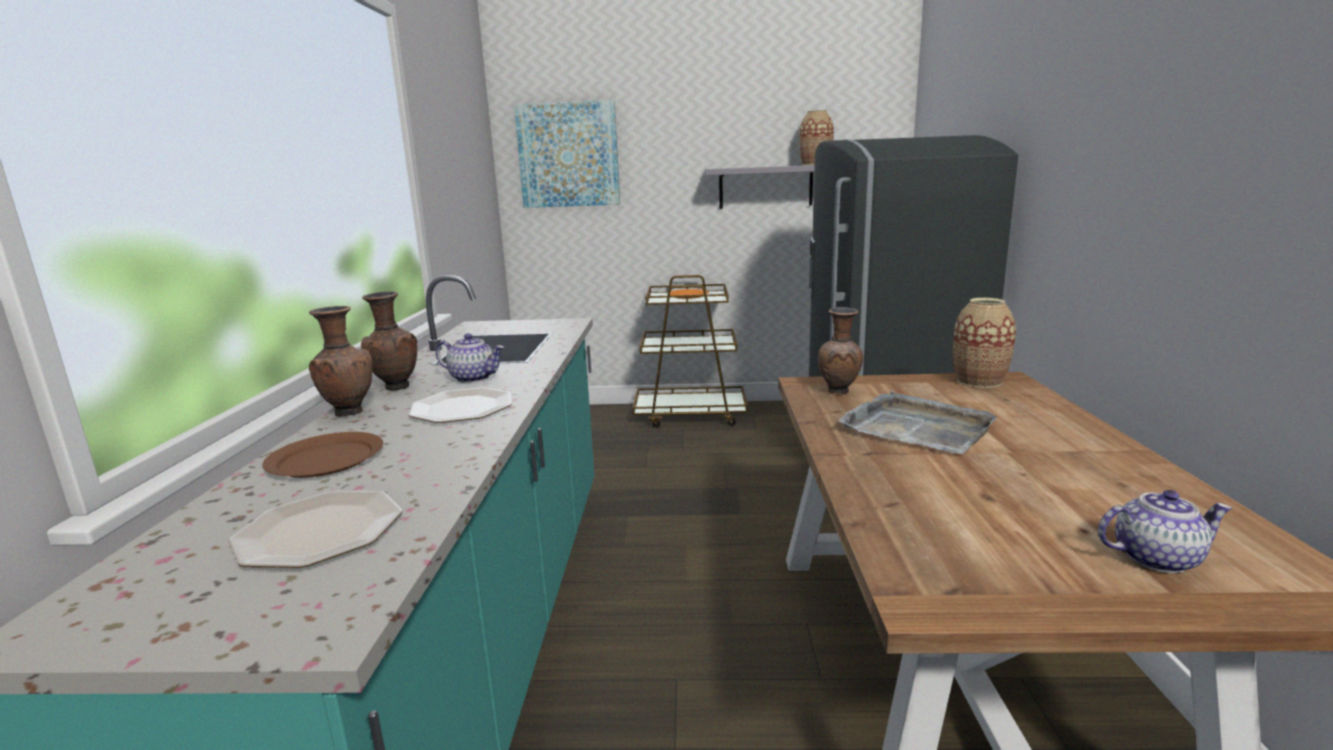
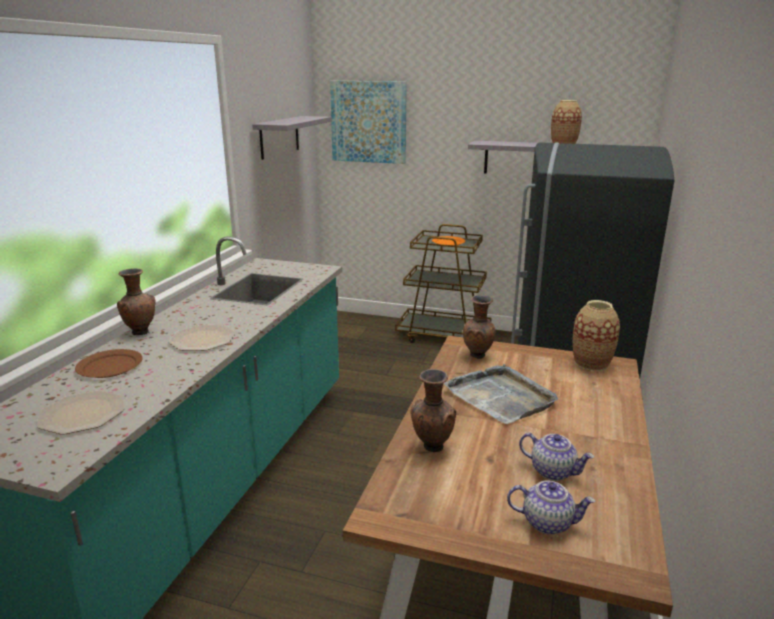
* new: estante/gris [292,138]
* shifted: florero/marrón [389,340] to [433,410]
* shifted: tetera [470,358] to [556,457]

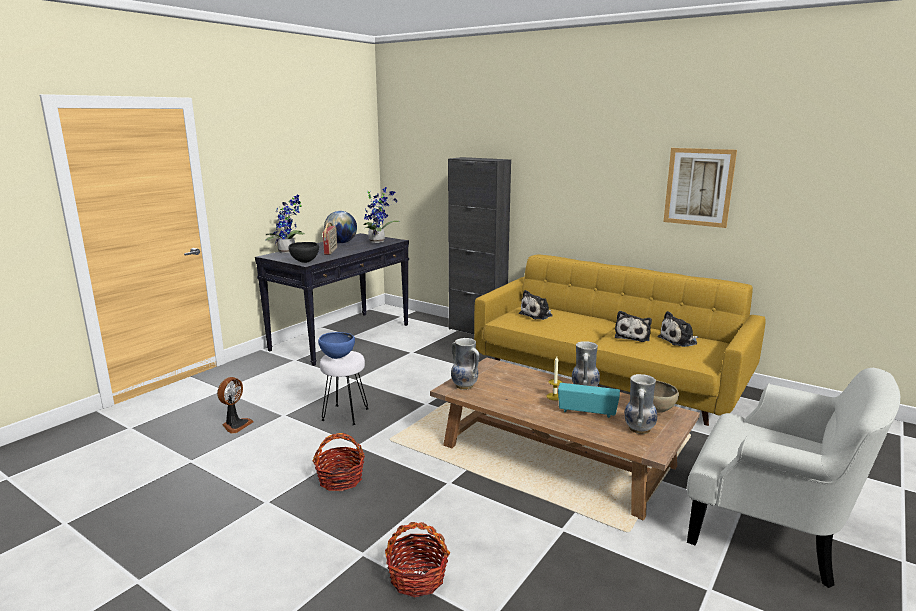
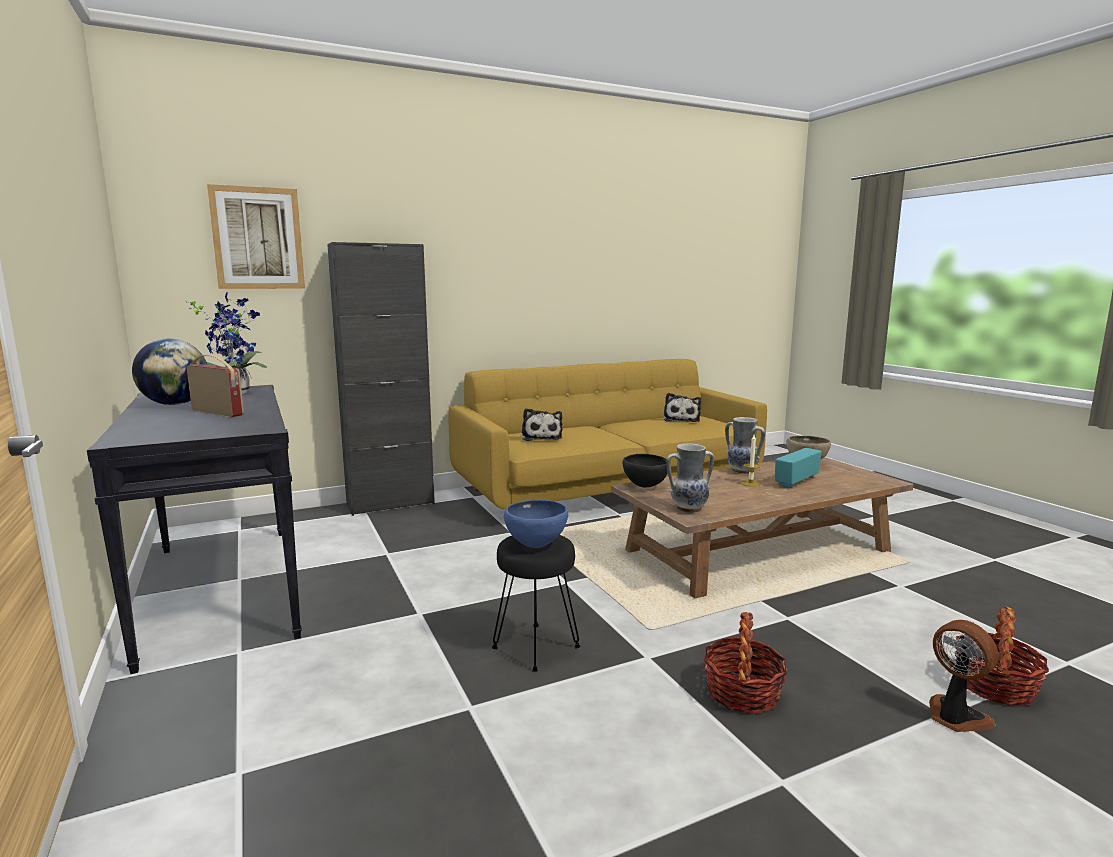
* shifted: cuadro [700,188] to [256,236]
* repainted: taburete/blanco [344,388] to taburete/negro [536,603]
* shifted: cuenco/negro [303,252] to [645,471]
* shifted: ventilador [235,405] to [964,676]
* gone: planta en maceta [285,224]
* gone: peluche [633,326]
* gone: florero [641,404]
* gone: sillón/blanco [793,478]

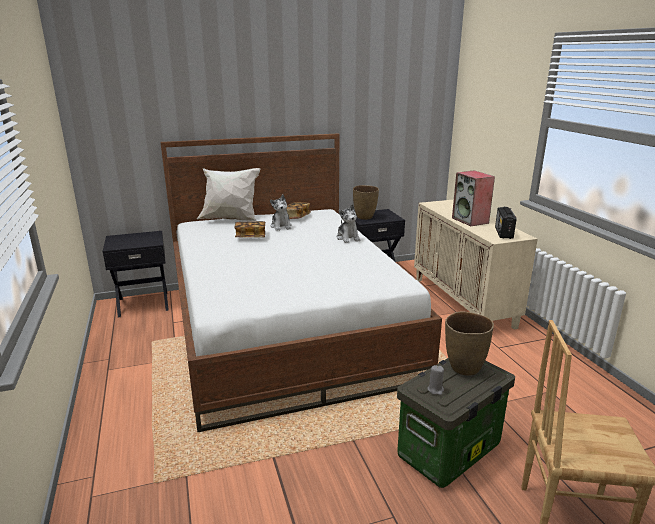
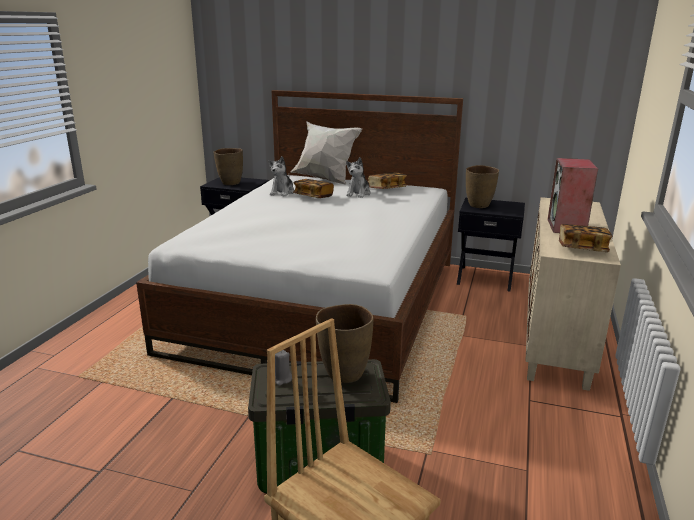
* new: florero/marrón [228,166]
* shifted: peluche [348,223] to [281,176]
* swapped: radio [505,223] to libro [586,238]

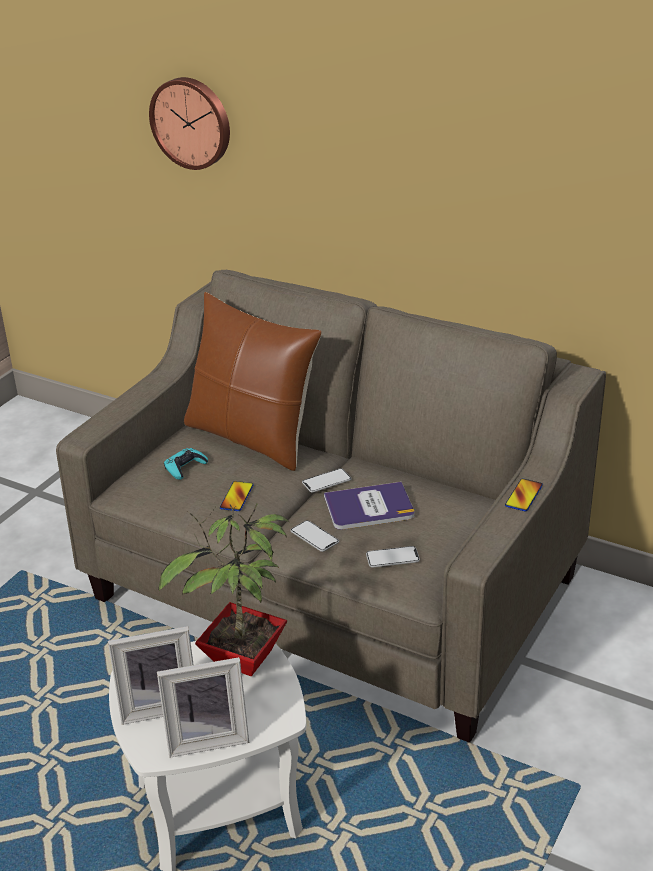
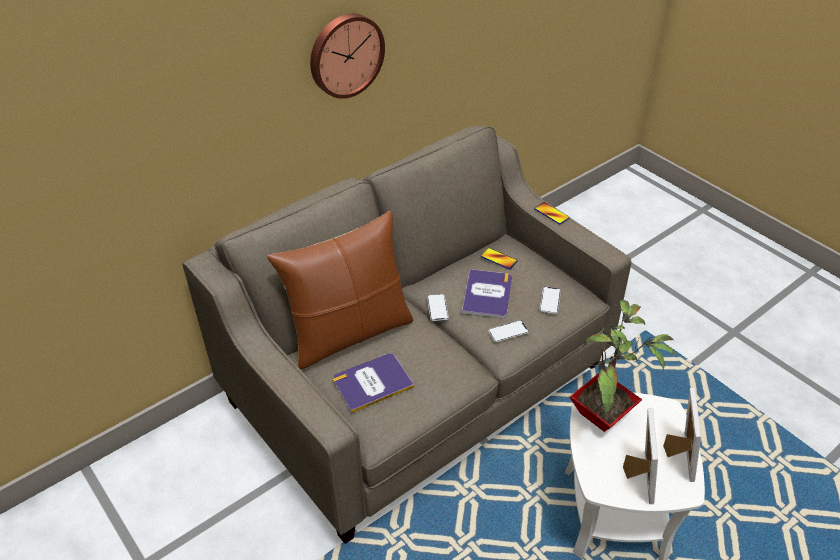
* shifted: reloj de pared [189,123] to [347,56]
* swapped: mando de consola/turquesa [186,464] to libro [373,383]
* shifted: móvil [237,496] to [499,258]

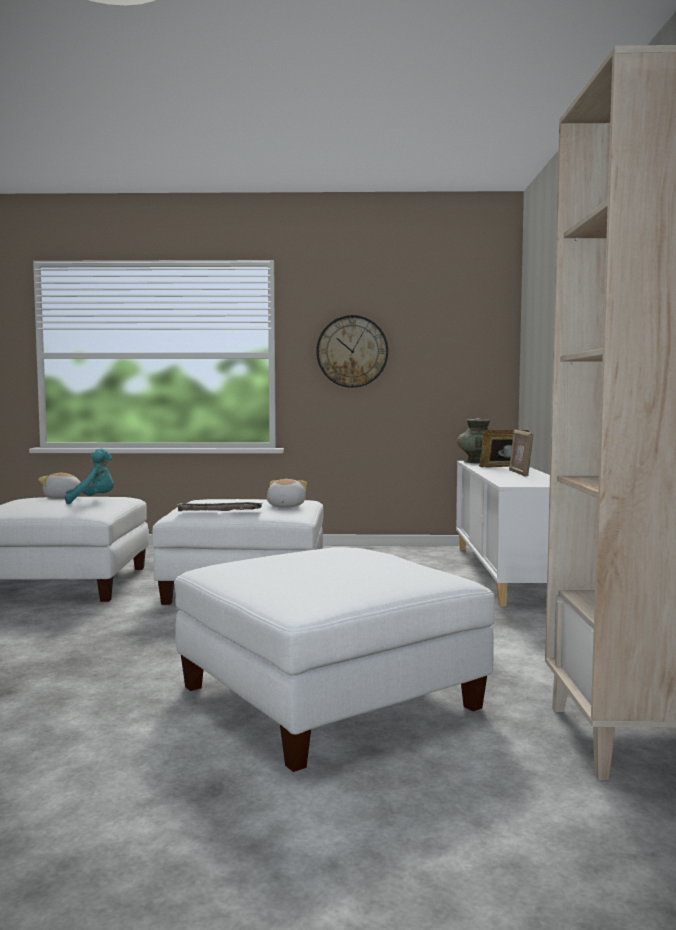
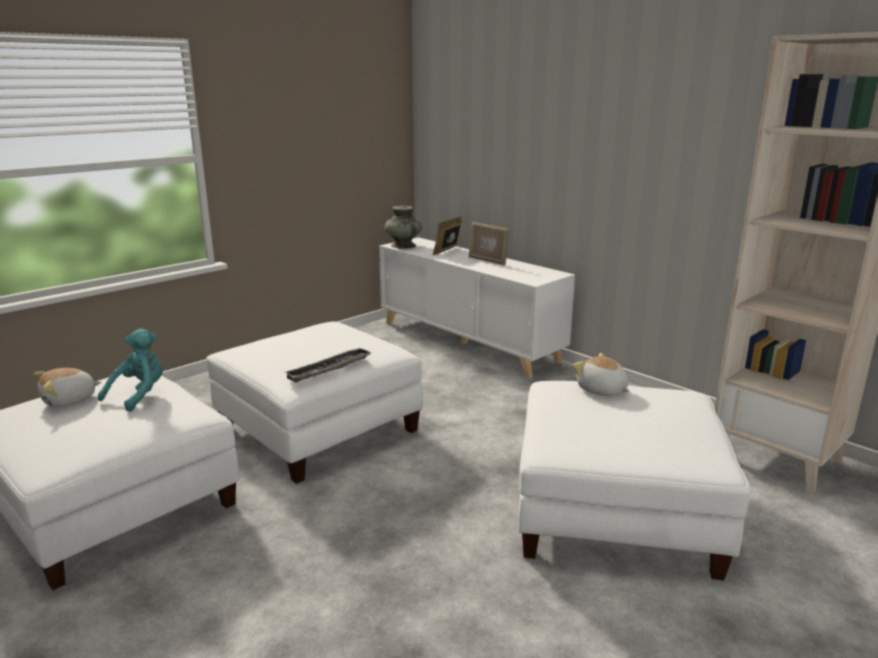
* shifted: peluche [287,493] to [601,374]
* gone: reloj de pared [352,351]

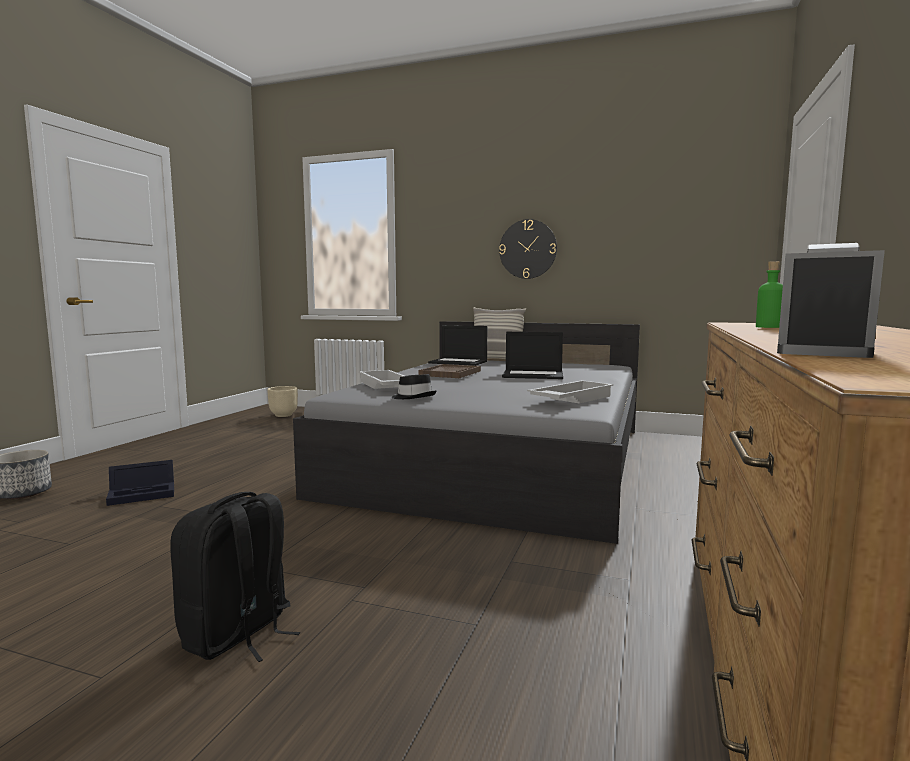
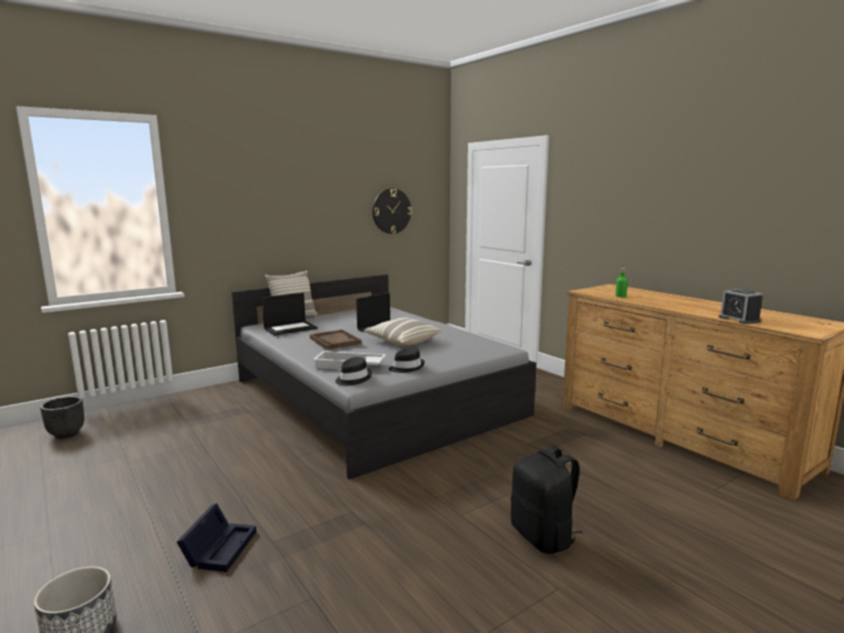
* repainted: maceta/beis [282,401] to maceta/negro [62,417]
* new: sombrero/negro [353,371]
* new: cojín [403,331]
* shifted: reloj de pared [528,249] to [392,211]
* gone: bandeja/blanco [570,392]

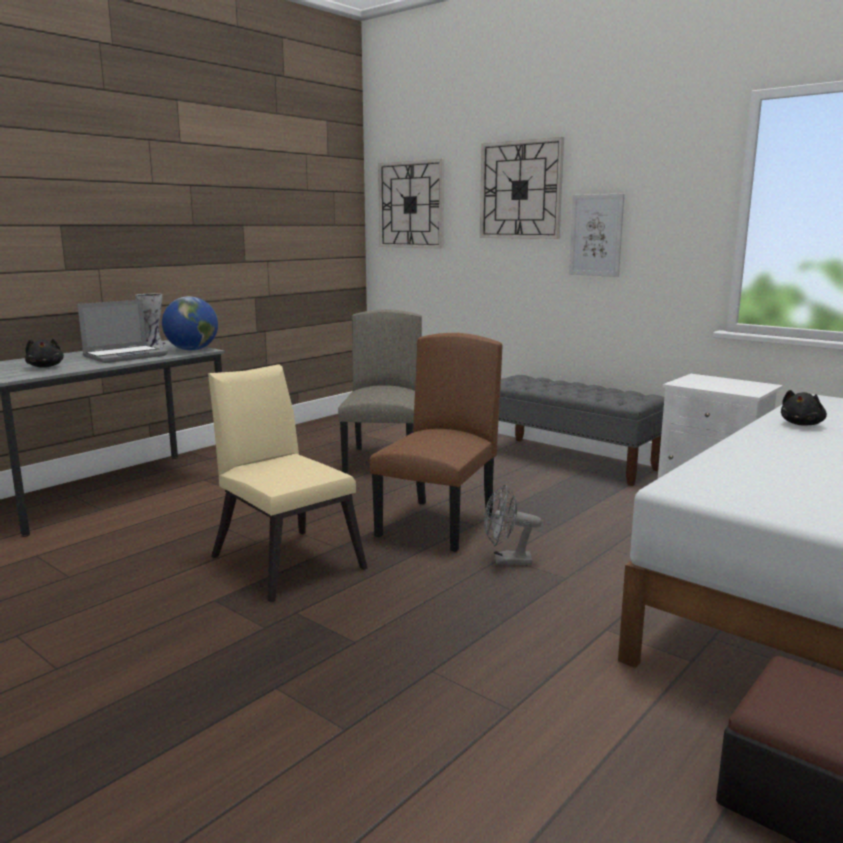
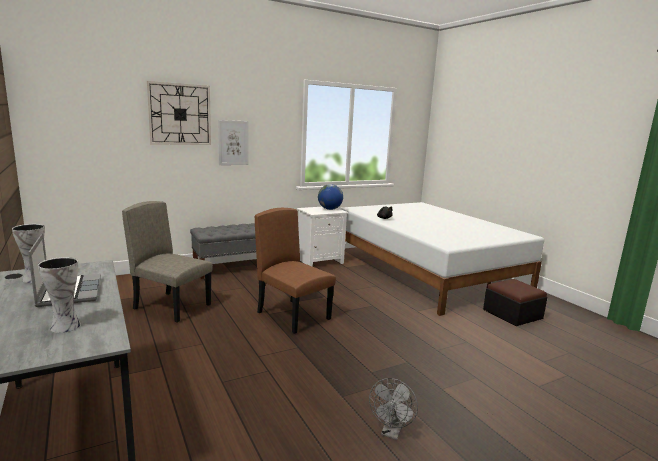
* swapped: peluche/negro [44,353] to florero [59,295]
* shifted: globo terráqueo [190,323] to [330,197]
* shifted: ventilador/gris [513,524] to [393,409]
* gone: silla/beis [287,483]
* gone: reloj de pared [411,204]

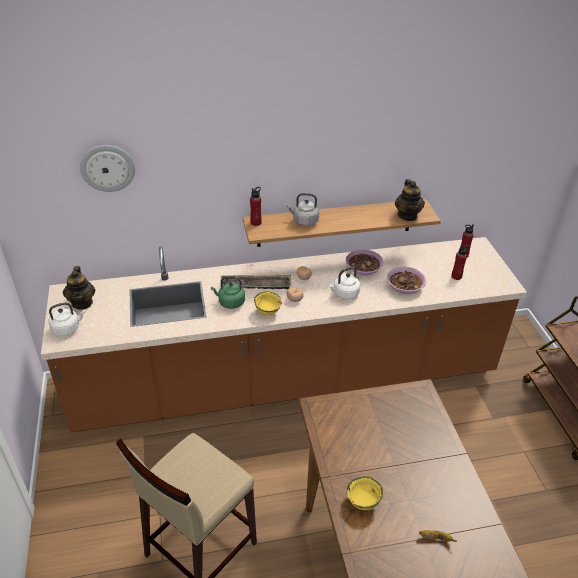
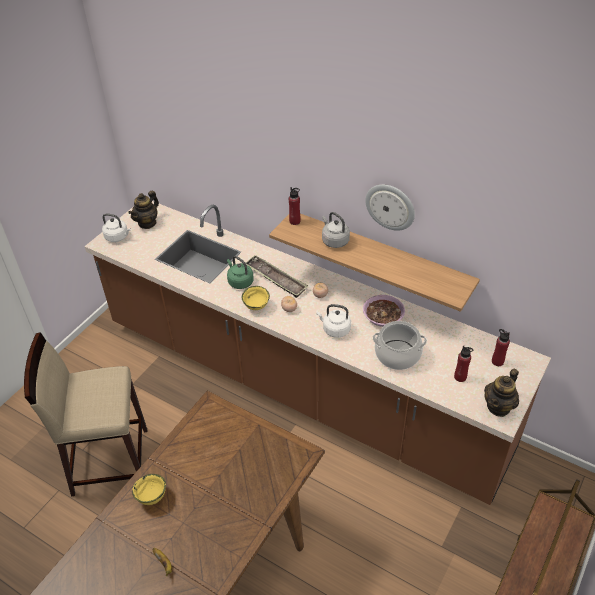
* shifted: reloj de pared [107,168] to [390,207]
* swapped: cuenco [406,280] to olla [400,345]
* shifted: tetera [410,200] to [501,393]

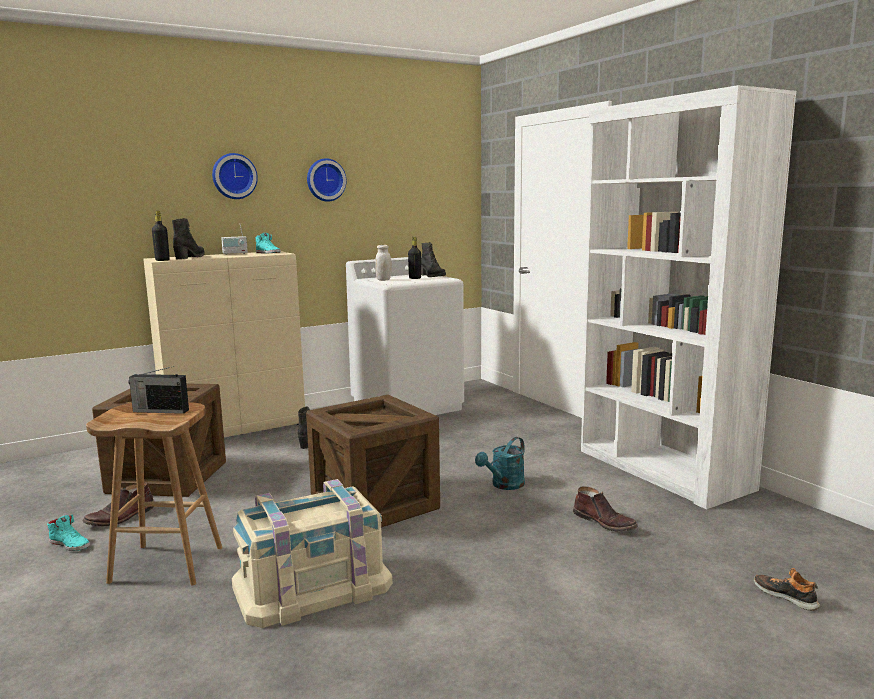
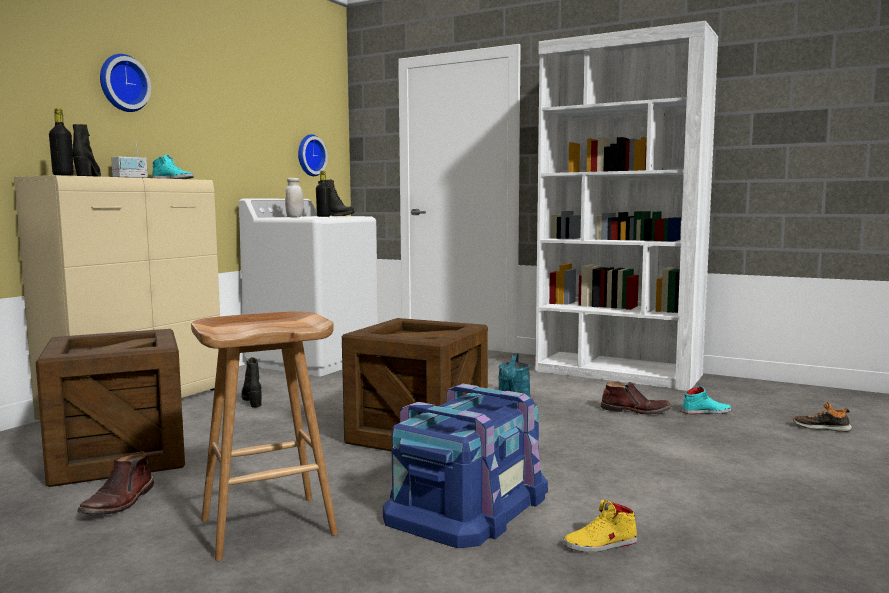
* shifted: reloj de pared [327,180] to [313,155]
* repainted: caja de almacenaje/beis [312,553] to caja de almacenaje/azul [465,466]
* new: zapato/amarillo [600,526]
* shifted: zapato/turquesa [68,532] to [706,400]
* gone: radio [158,390]

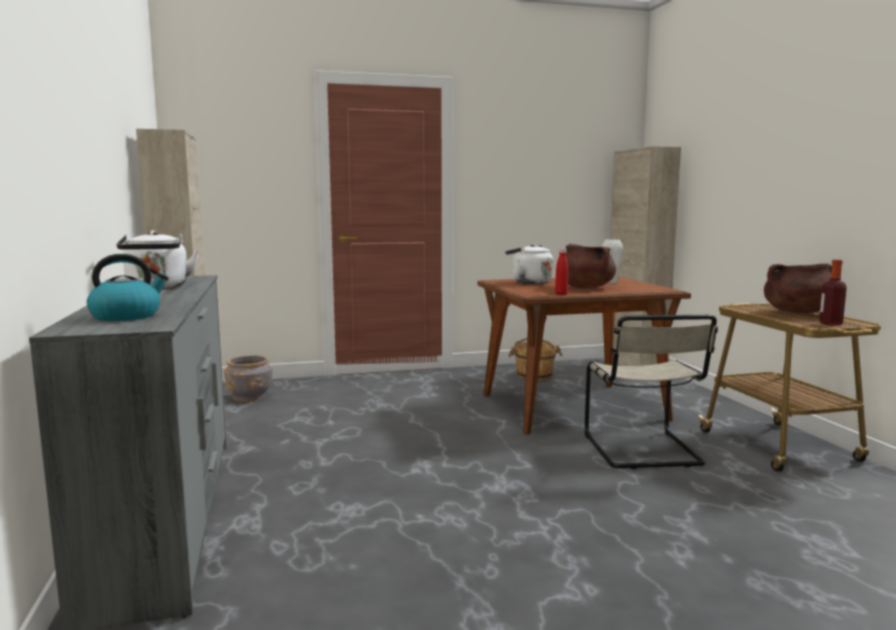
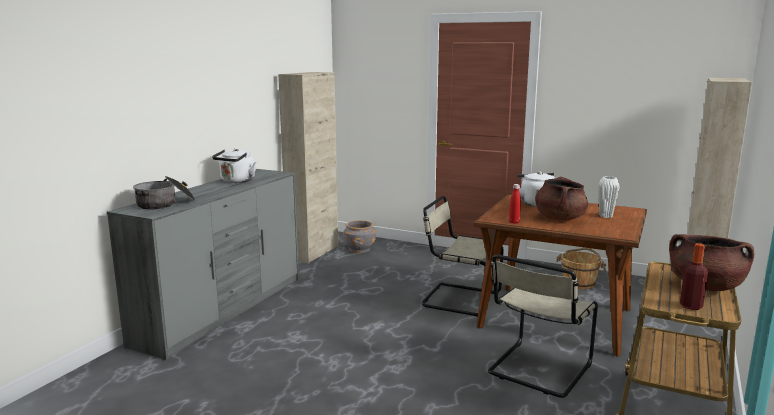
* swapped: hervidor [128,287] to olla [164,193]
* new: silla/beis [463,256]

